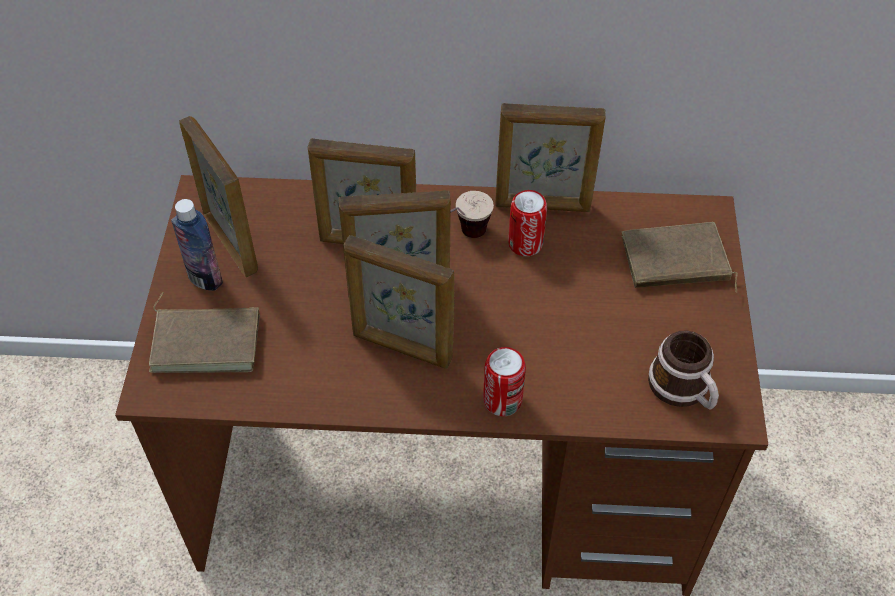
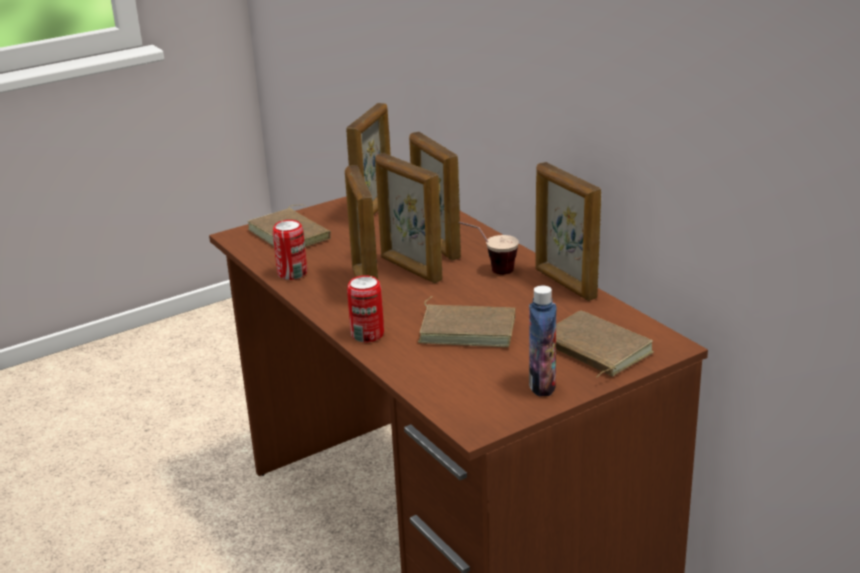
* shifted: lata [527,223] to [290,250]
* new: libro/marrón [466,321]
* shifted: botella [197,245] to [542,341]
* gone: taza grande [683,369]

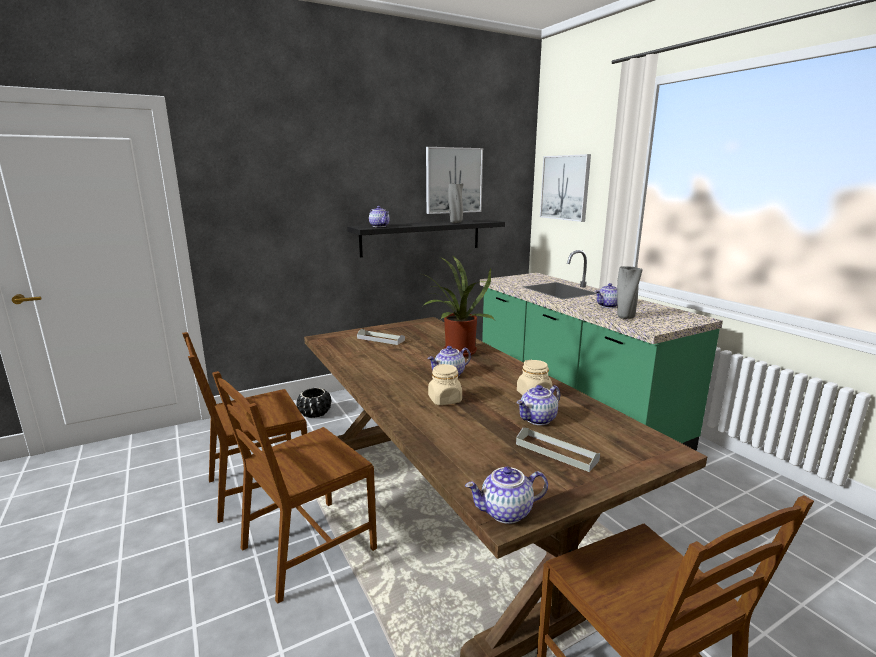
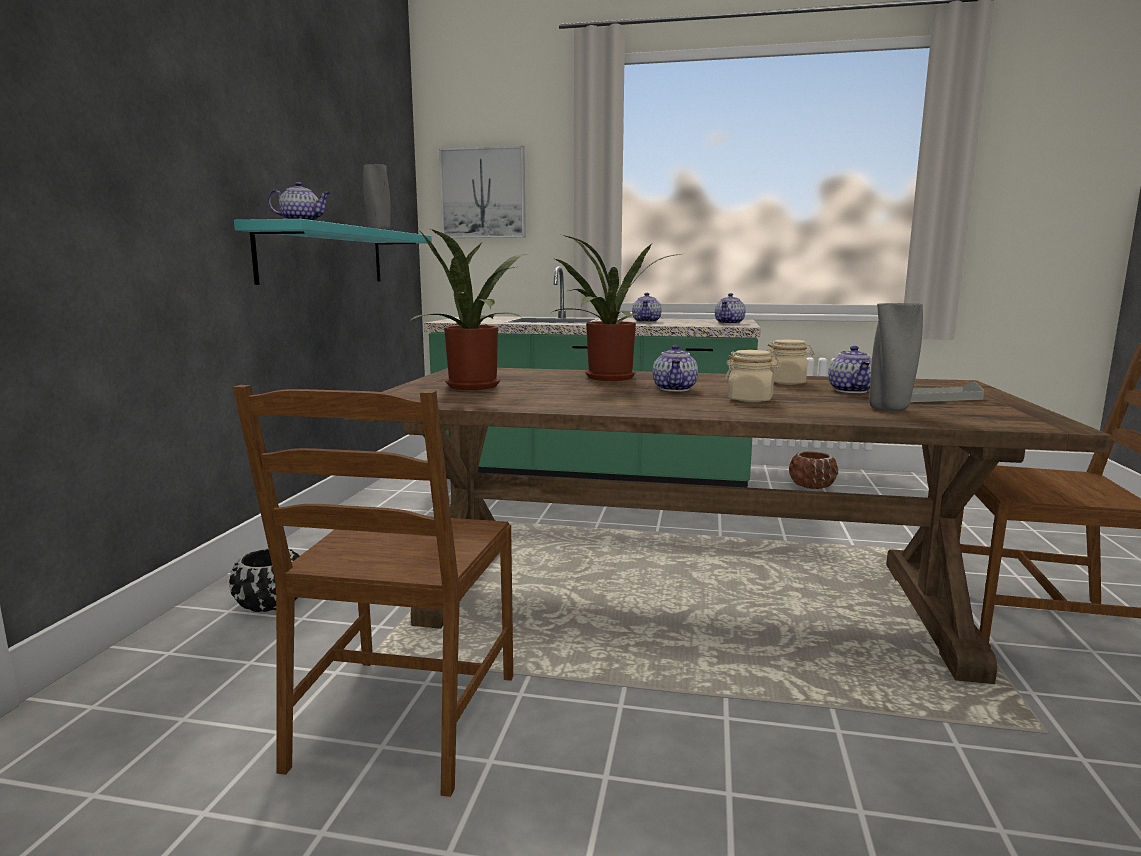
* repainted: estante/negro [426,238] to estante/turquesa [333,252]
* swapped: bandeja/gris [381,337] to planta en maceta [468,309]
* shifted: tetera [506,495] to [730,308]
* new: maceta/marrón [813,470]
* shifted: florero/gris [630,292] to [896,357]
* gone: silla/marrón [294,487]
* gone: cuadro [454,180]

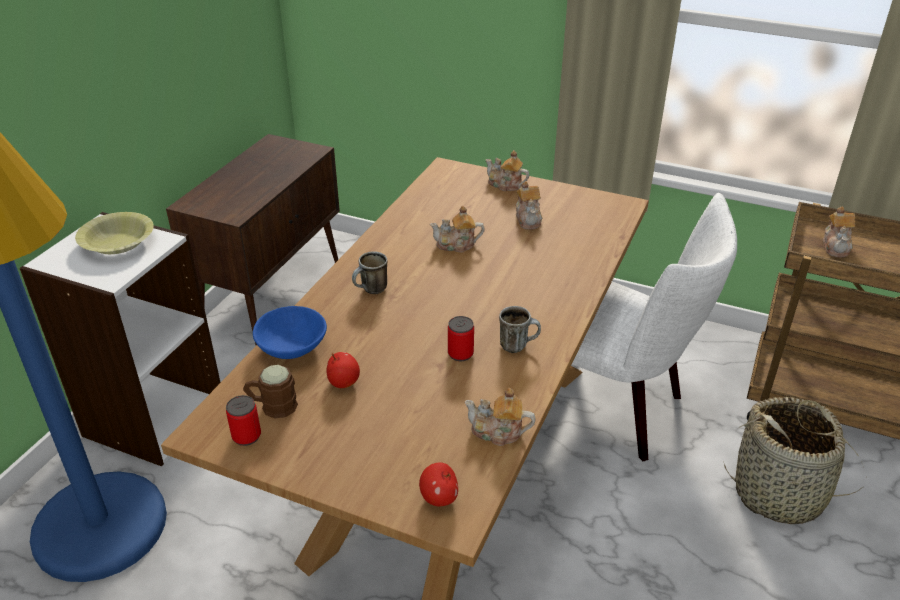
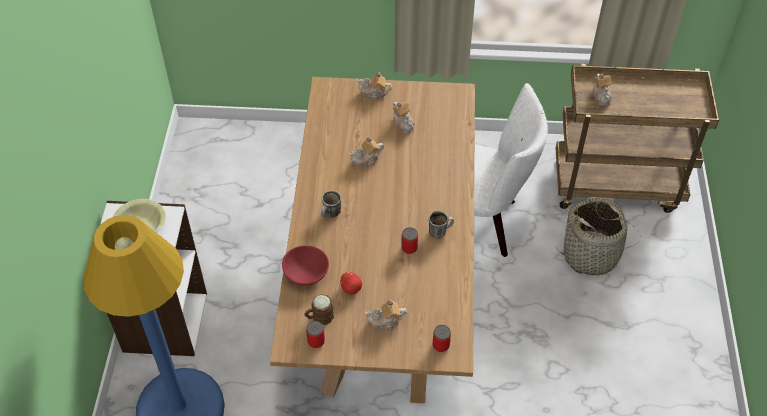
* repainted: cuenco/azul [290,332] to cuenco/rojo [305,265]
* shifted: tetera [500,417] to [385,315]
* swapped: manzana [438,484] to lata [441,338]
* gone: armario/marrón [253,239]

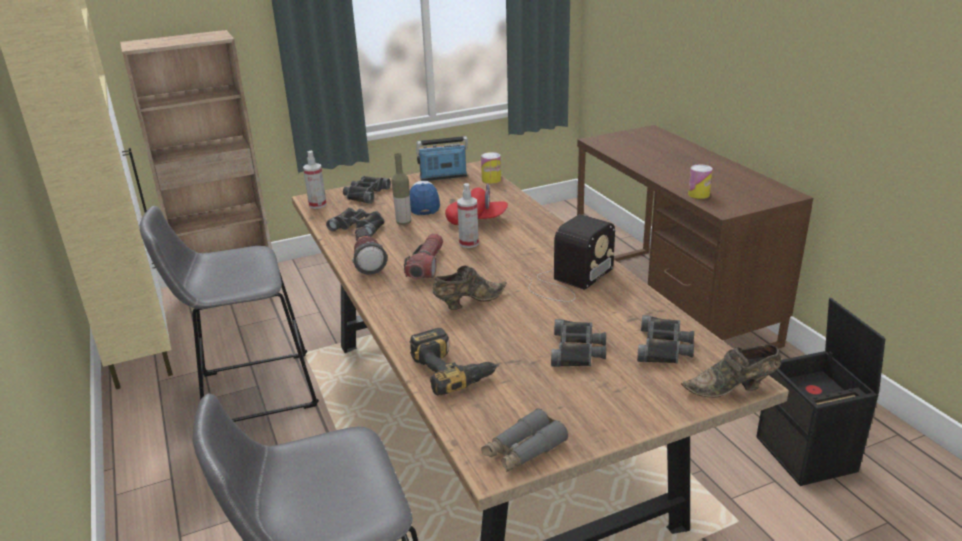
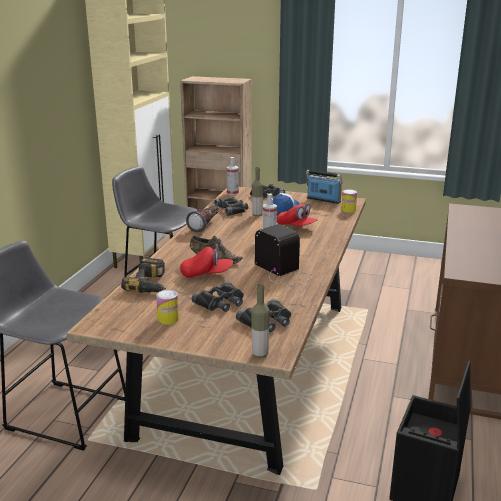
* shifted: lata [700,181] to [167,307]
* new: gorra/rojo [206,261]
* swapped: zapato/marrón [731,370] to botella [260,321]
* rotated: radio [569,258] = [284,255] 120 degrees counterclockwise
* gone: linterna [423,256]
* gone: prismáticos/gris [524,440]

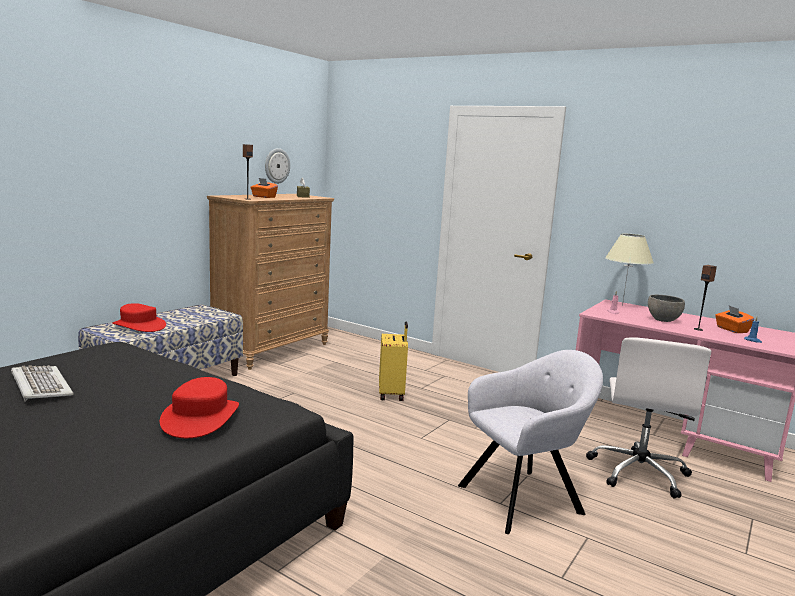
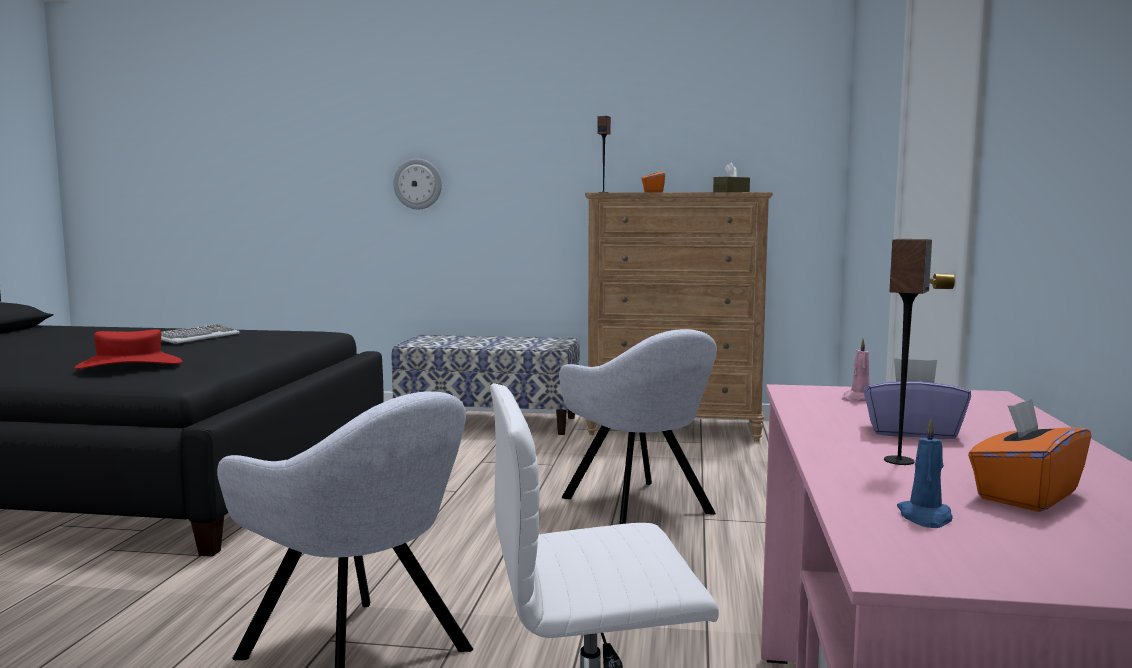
* shifted: reloj de pared [277,166] to [417,184]
* swapped: maleta/amarillo [393,361] to sillón/gris [638,426]
* swapped: cuenco/gris [666,308] to caja de pañuelos/morado [917,398]
* gone: sombrero/rojo [139,317]
* gone: lámpara de mesa/beis [629,270]

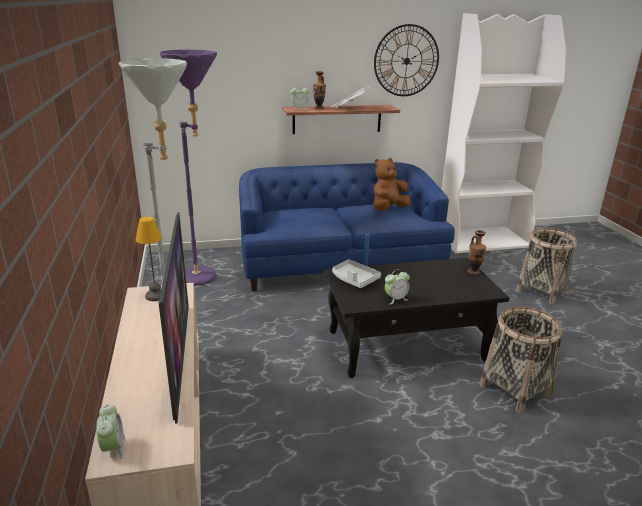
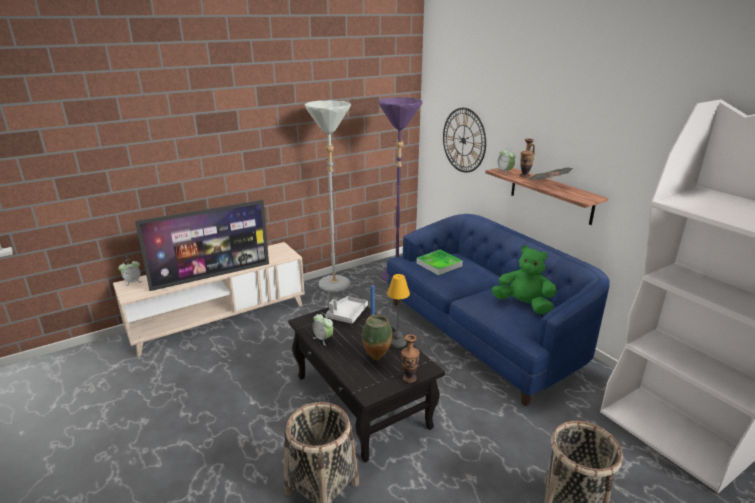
* new: florero [377,337]
* shifted: lámpara de mesa [149,259] to [398,311]
* new: bandeja [440,262]
* shifted: reloj de pared [406,60] to [464,140]
* repainted: peluche/marrón [391,184] to peluche/verde [524,280]

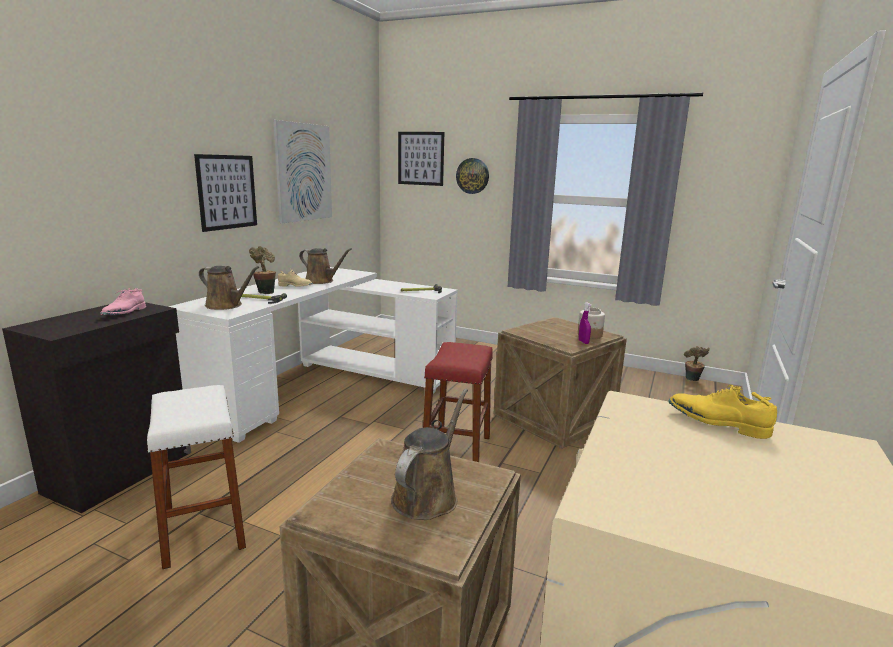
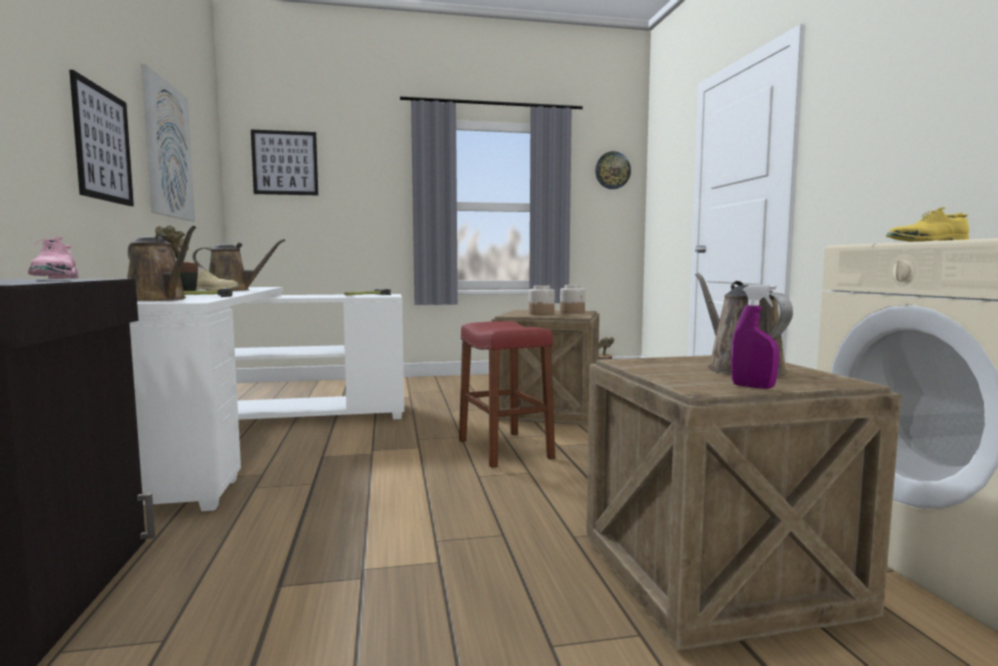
* rotated: regadera/marrón [229,288] = [161,263] 45 degrees clockwise
* new: tarro [542,300]
* shifted: reloj de pared [472,176] to [613,170]
* shifted: pulverizador/morado [585,323] to [755,336]
* gone: taburete/blanco [196,477]

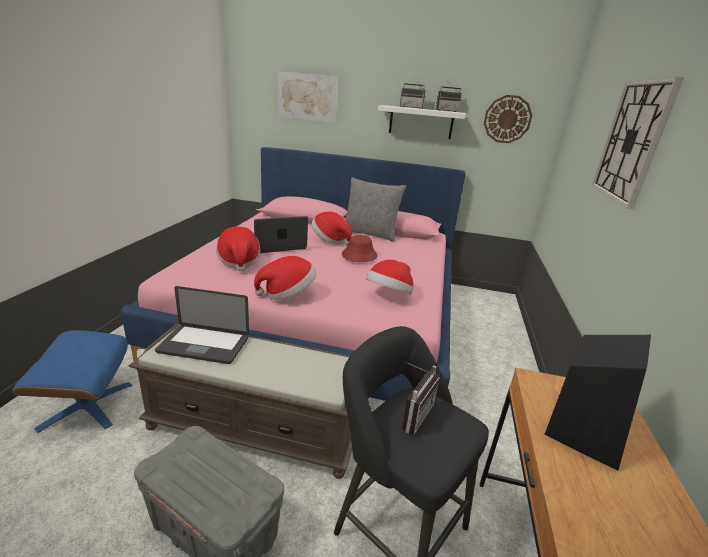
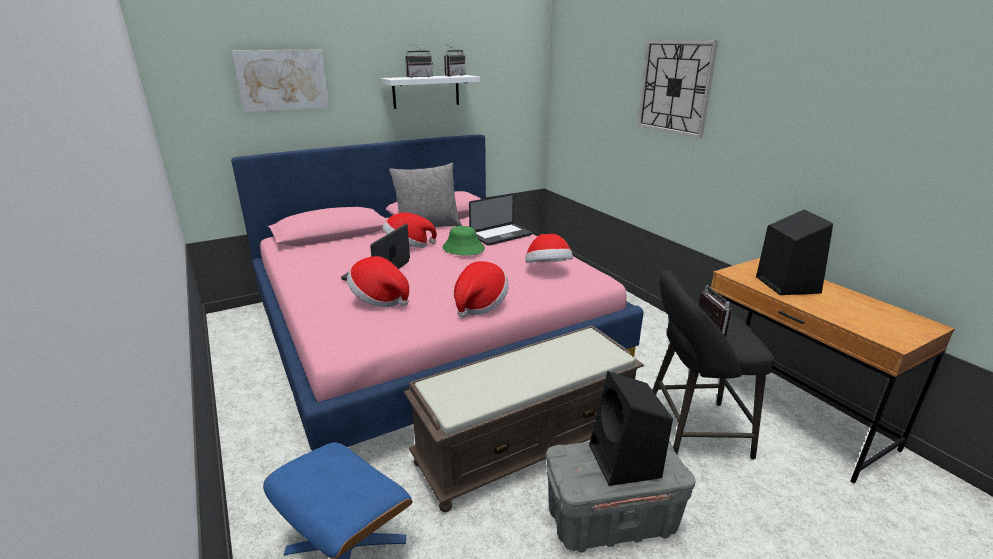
* repainted: sombrero/rojo [359,248] to sombrero/verde [464,240]
* shifted: portátil [202,325] to [500,219]
* new: altavoz/negro [631,428]
* gone: reloj de pared [508,119]

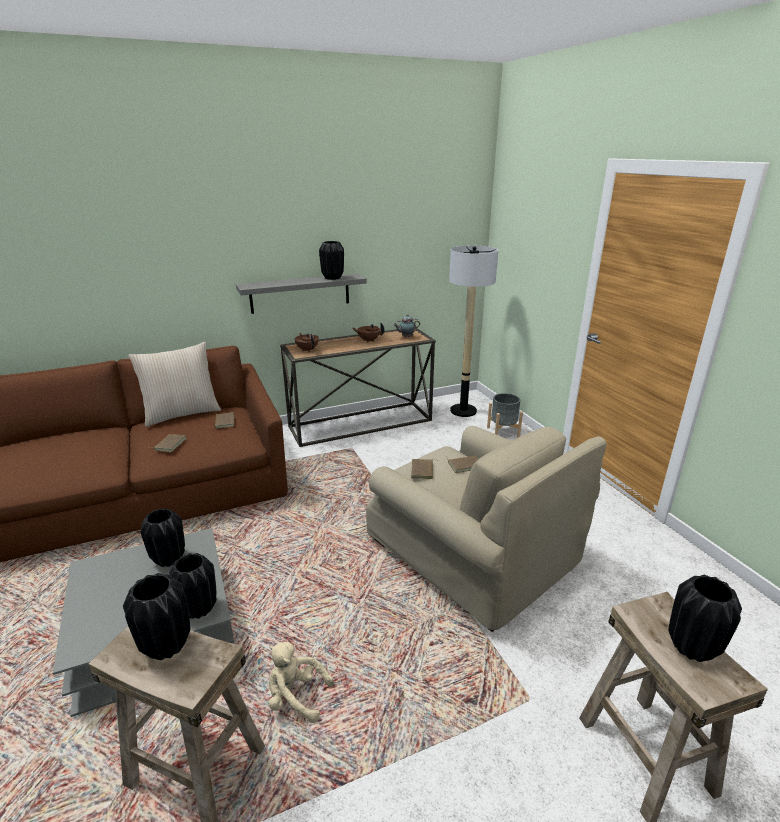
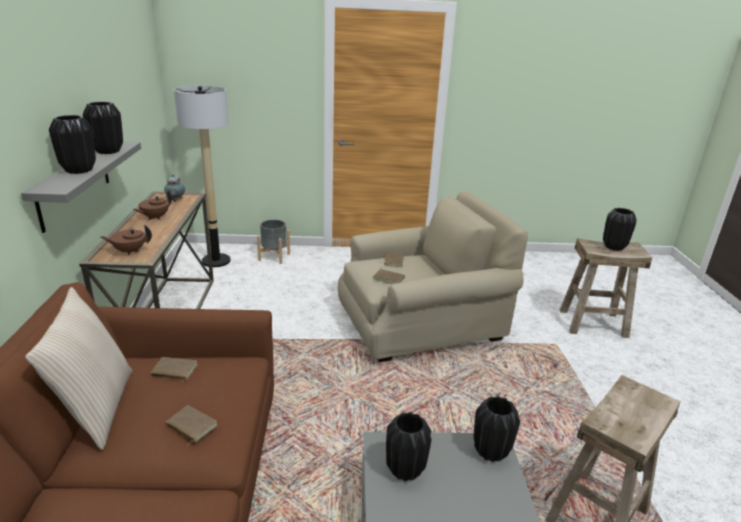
* shifted: florero/negro [156,616] to [72,144]
* gone: peluche/beis [301,682]

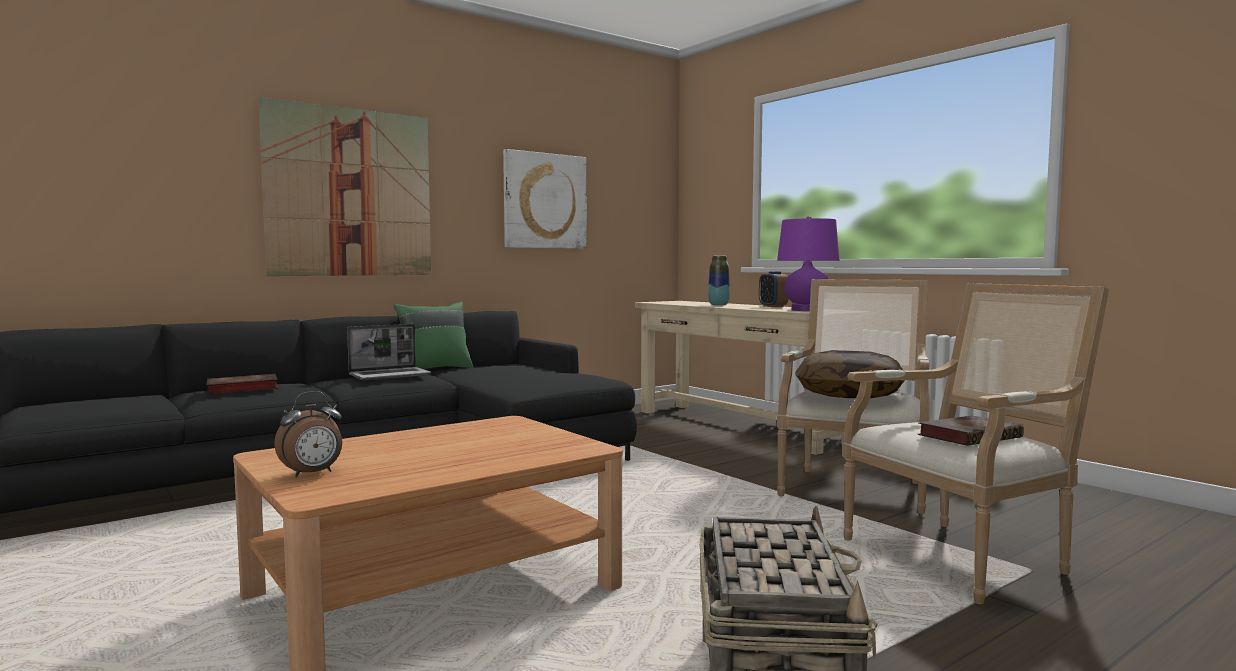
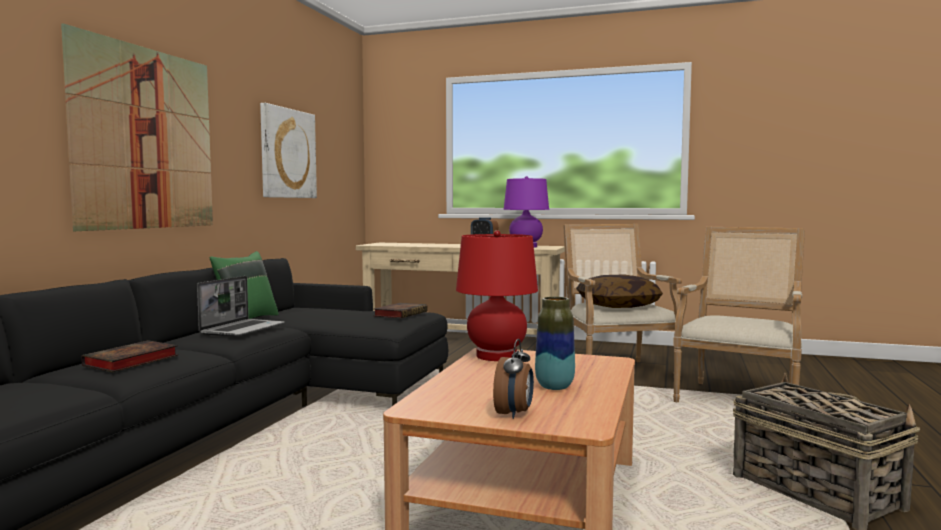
* shifted: libro [971,431] to [400,310]
* new: lámpara de mesa/rojo [497,295]
* shifted: florero [719,281] to [555,343]

